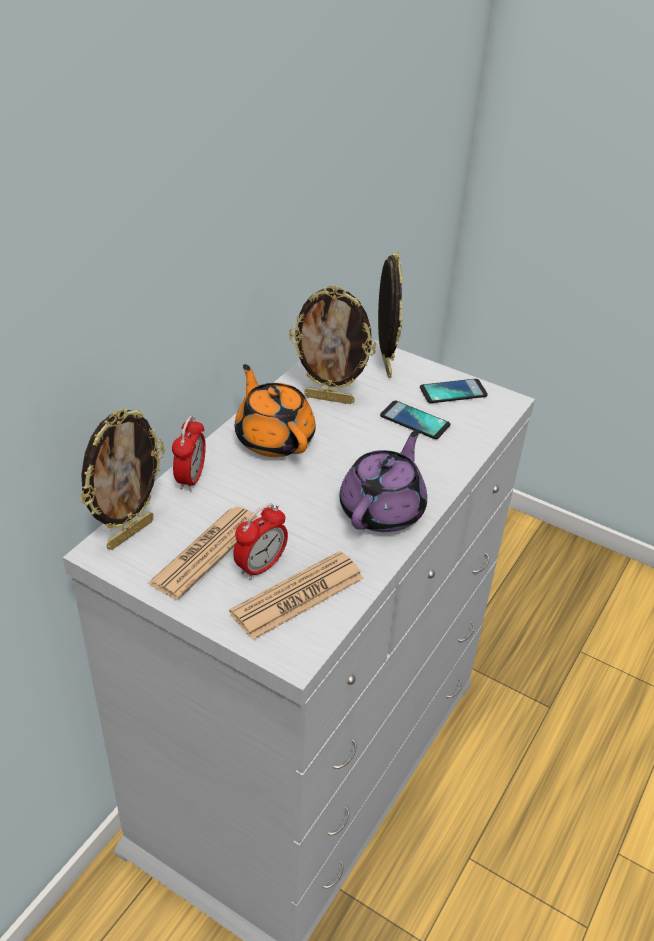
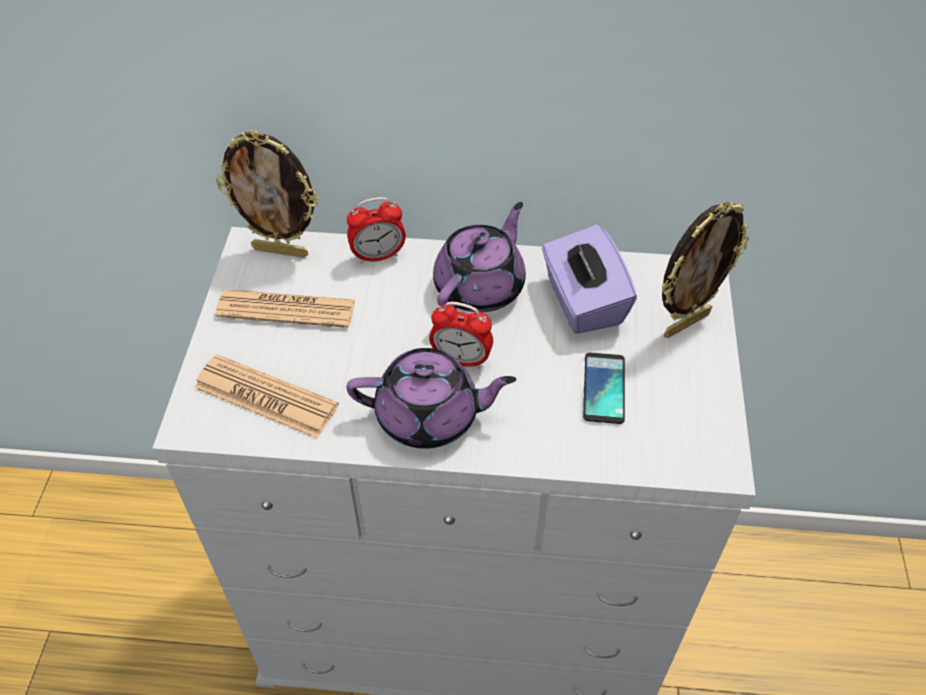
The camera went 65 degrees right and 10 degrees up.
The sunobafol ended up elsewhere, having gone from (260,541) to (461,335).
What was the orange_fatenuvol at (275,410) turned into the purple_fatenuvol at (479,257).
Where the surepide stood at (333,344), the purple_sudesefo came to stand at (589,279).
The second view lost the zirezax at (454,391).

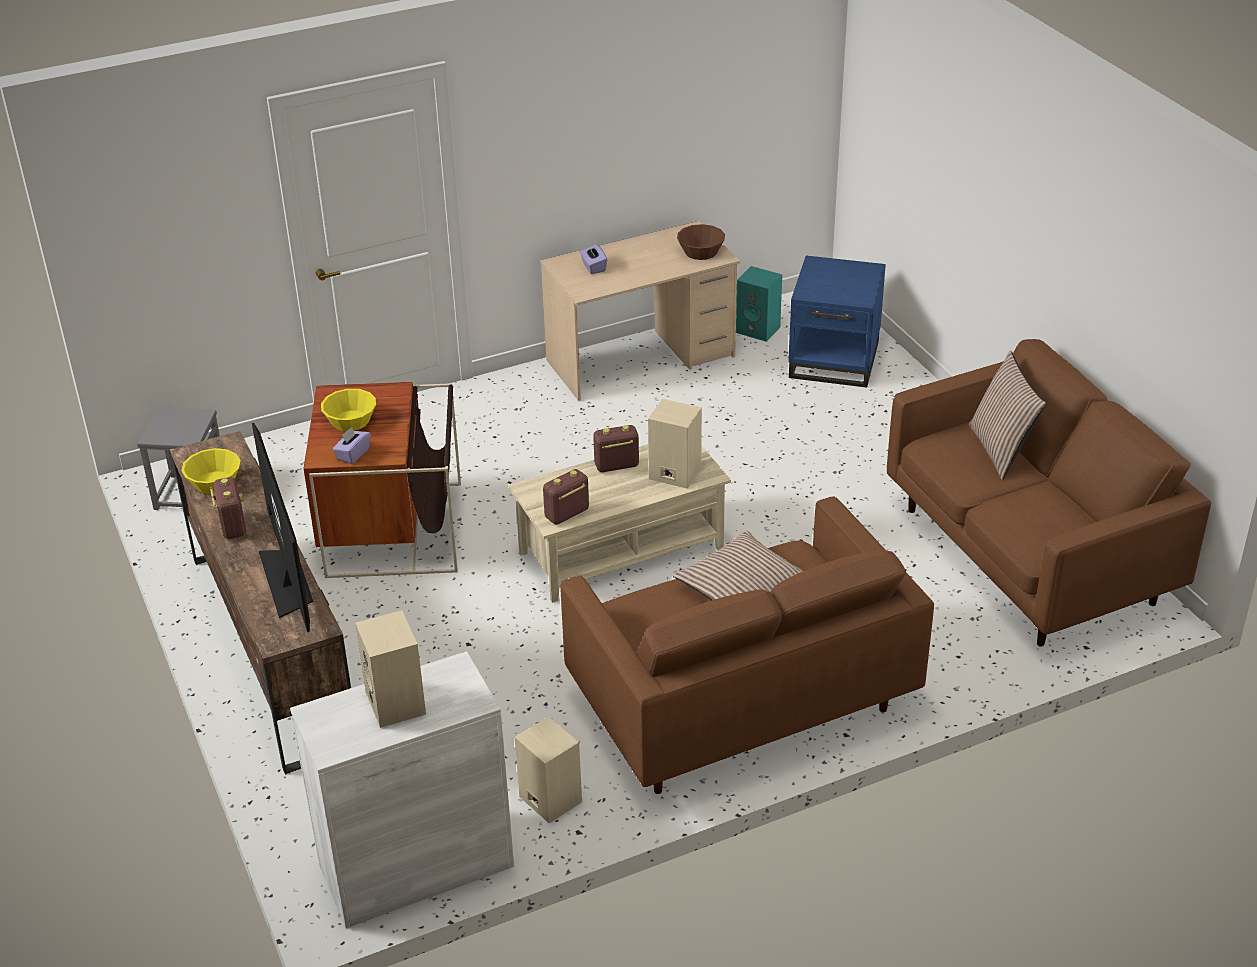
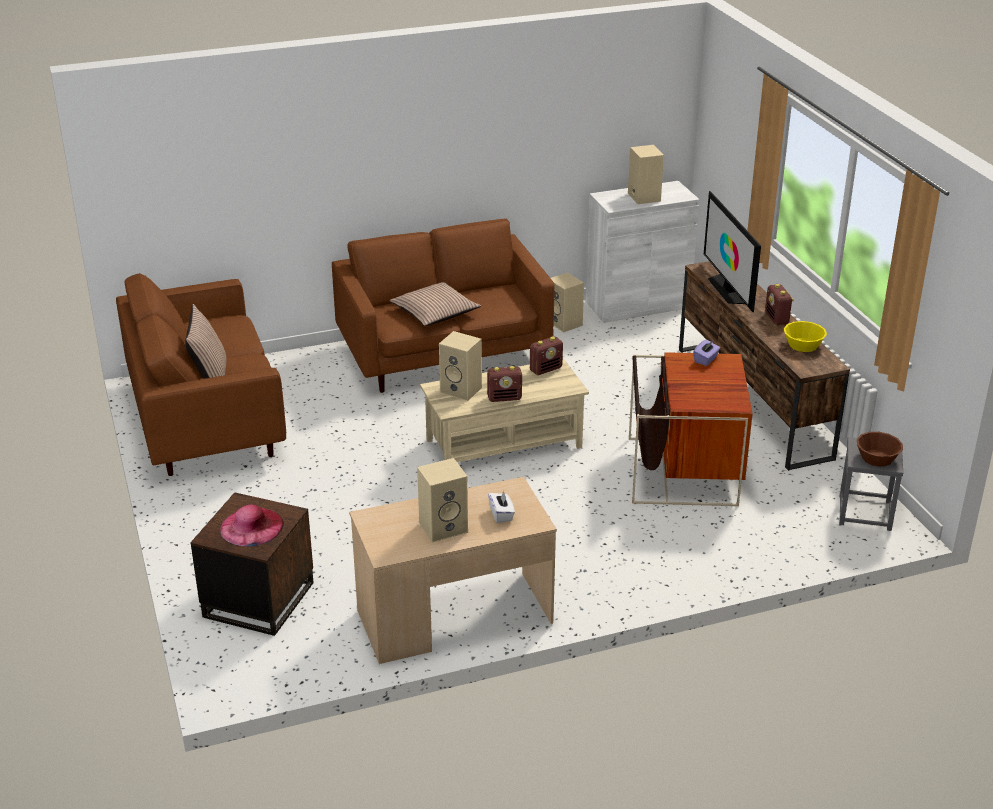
The camera went 175 degrees left and 5 degrees down.
What was the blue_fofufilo at (837,321) turned into the brown_fofufilo at (252,564).
The second view gained the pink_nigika at (252,526).
The second view gained the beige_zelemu at (442,500).
What was the purple_sudesefo at (593,259) turned into the white_sudesefo at (501,507).
The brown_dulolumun ended up elsewhere, having gone from (701,242) to (880,449).
The second view lost the yellow_dulolumun at (348,410).
The second view lost the turquoise_zelemu at (759,304).

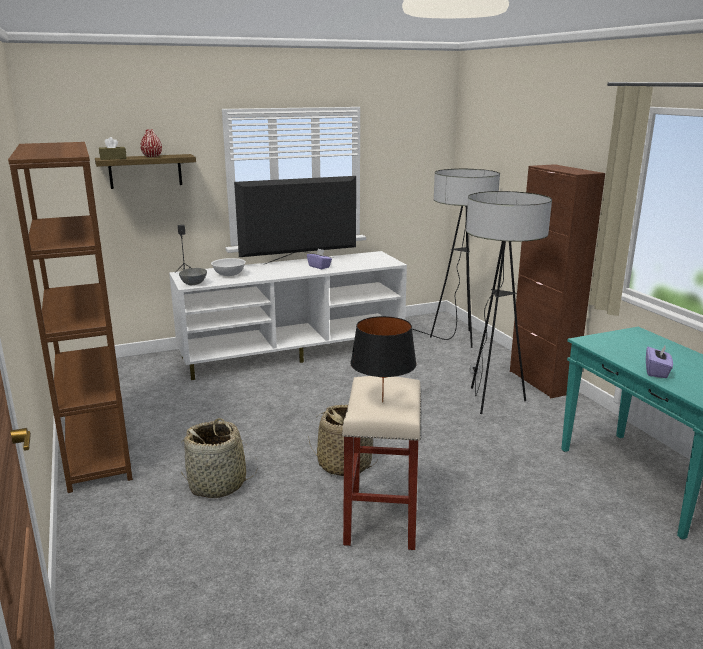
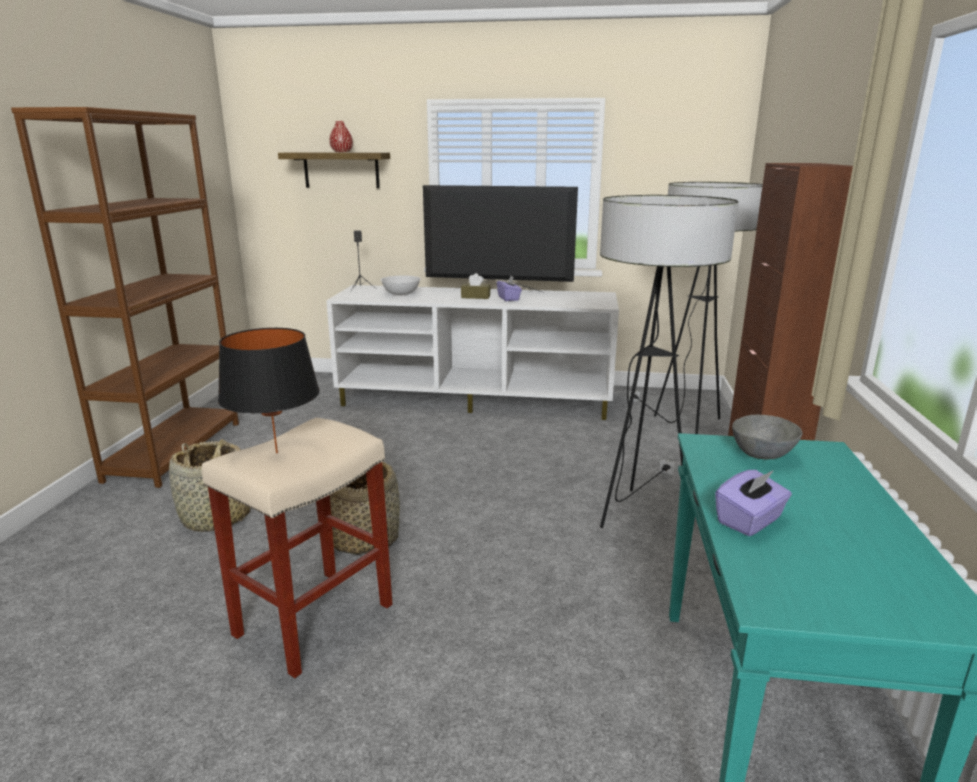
The camera went 30 degrees right and 0 degrees up.
The brown_sudesefo ended up elsewhere, having gone from (113,148) to (476,286).
The grey_dulolumun ended up elsewhere, having gone from (193,276) to (767,437).

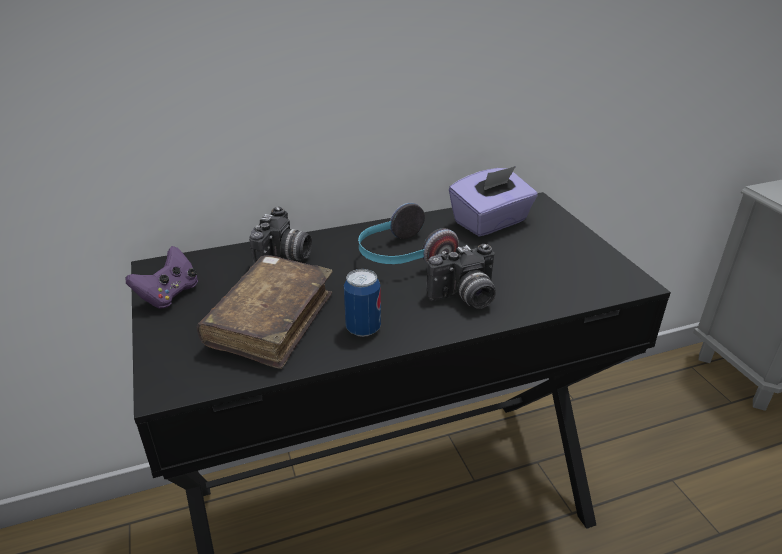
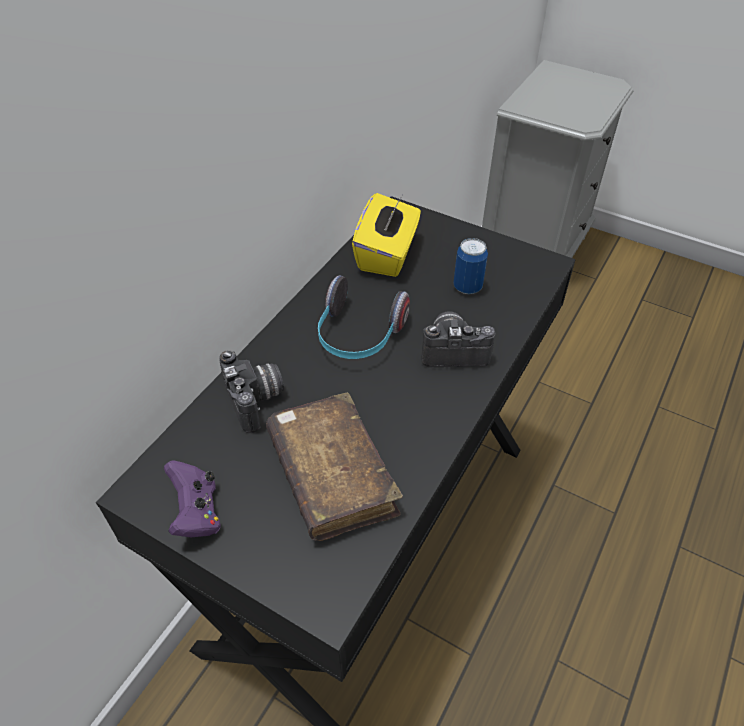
The camera went 40 degrees left and 15 degrees up.
What was the purple_sudesefo at (493,201) turned into the yellow_sudesefo at (386,235).
The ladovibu at (461,276) ended up facing another way, 120 degrees counterclockwise from before.
The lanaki ended up elsewhere, having gone from (362,303) to (470,266).

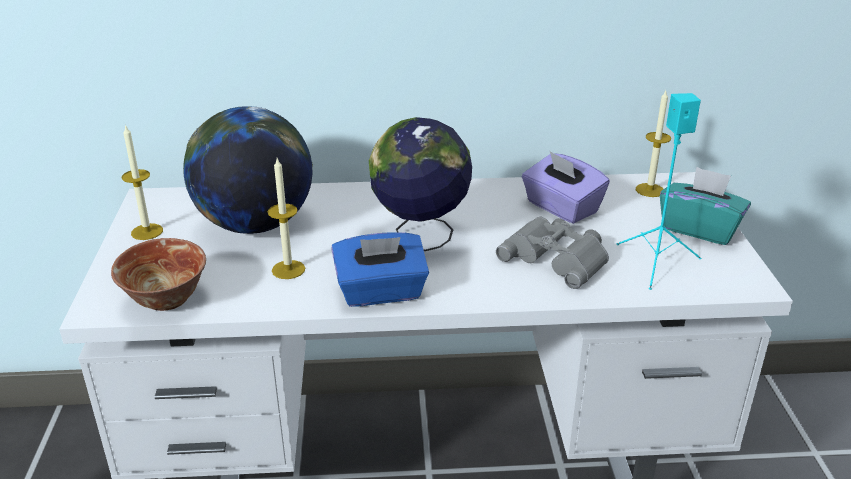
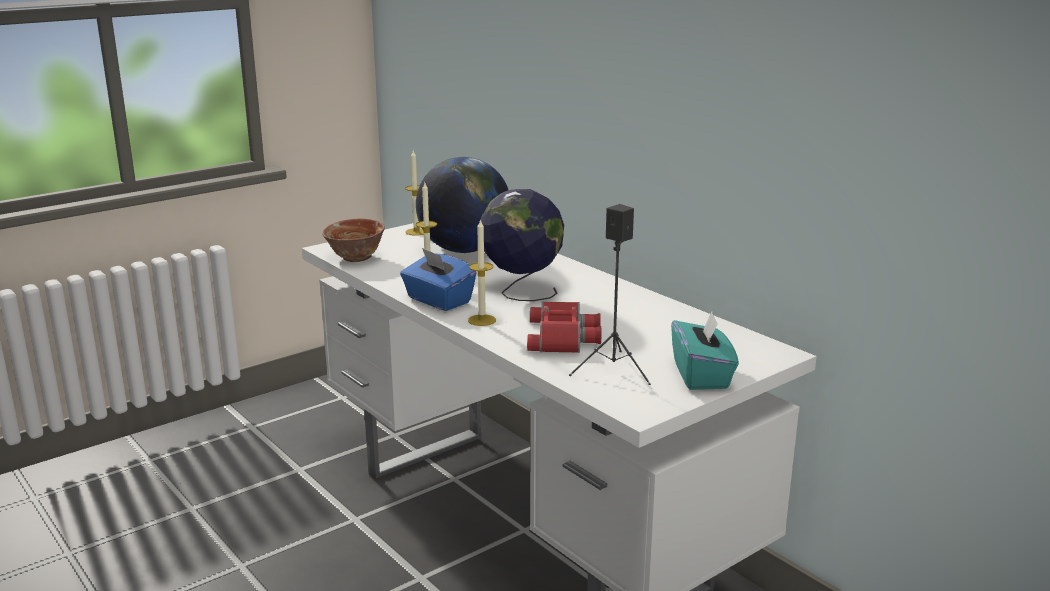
The camera went 55 degrees right and 10 degrees down.
The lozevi ended up elsewhere, having gone from (653,144) to (482,272).
What was the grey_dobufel at (552,253) turned into the red_dobufel at (564,327).
What was the turquoise_zelemu at (659,191) turned into the black_zelemu at (610,294).
The second view lost the purple_sudesefo at (566,187).

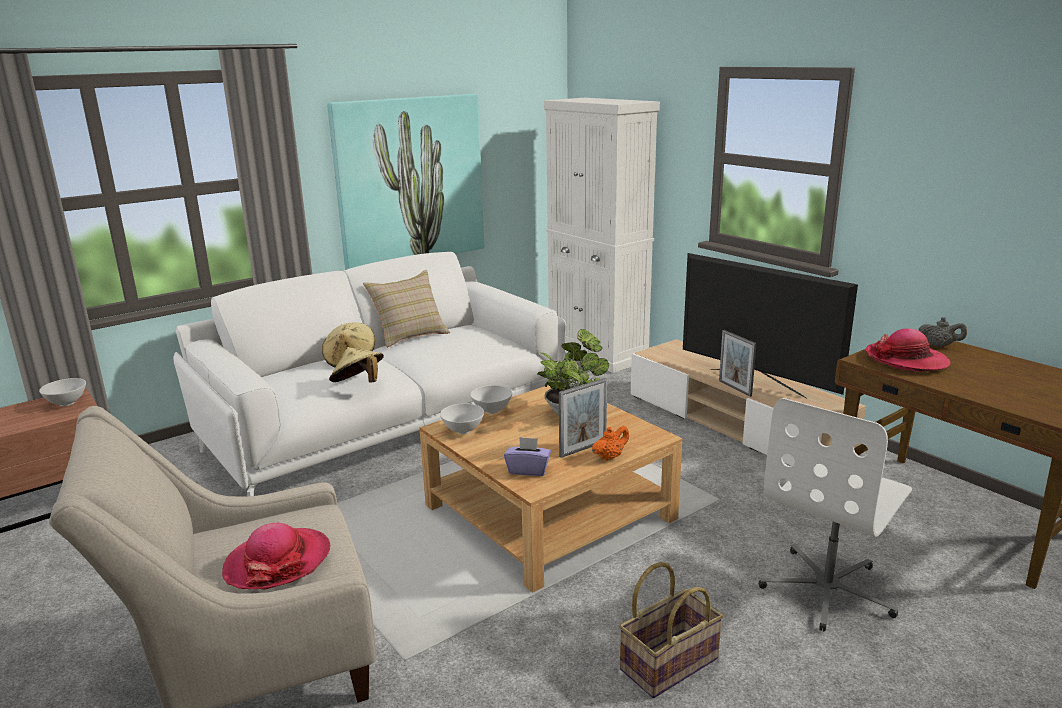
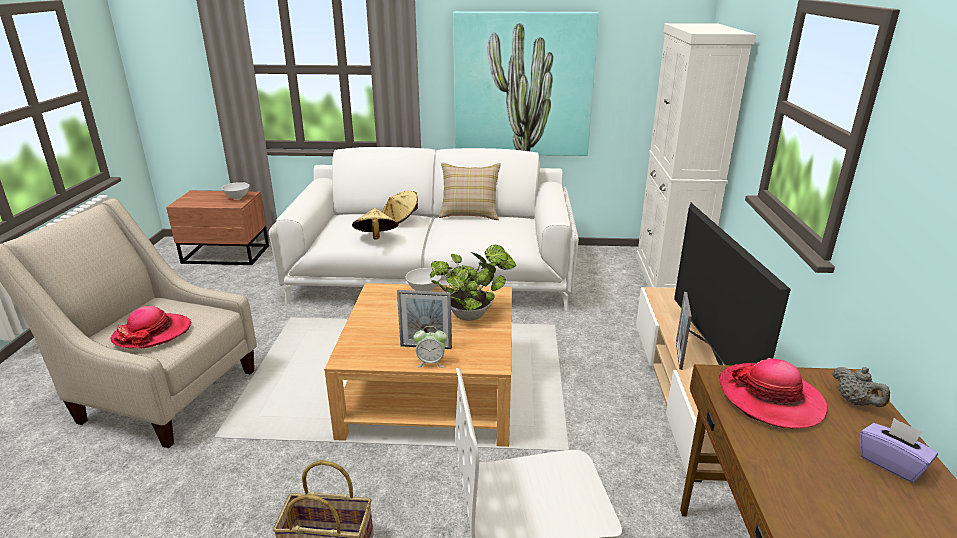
The camera went 40 degrees right and 5 degrees up.
Where the orange_fatenuvol stood at (610,443), the sunobafol came to stand at (430,347).
The purple_sudesefo ended up elsewhere, having gone from (527,456) to (899,450).
The second view lost the white_dulolumun at (462,418).

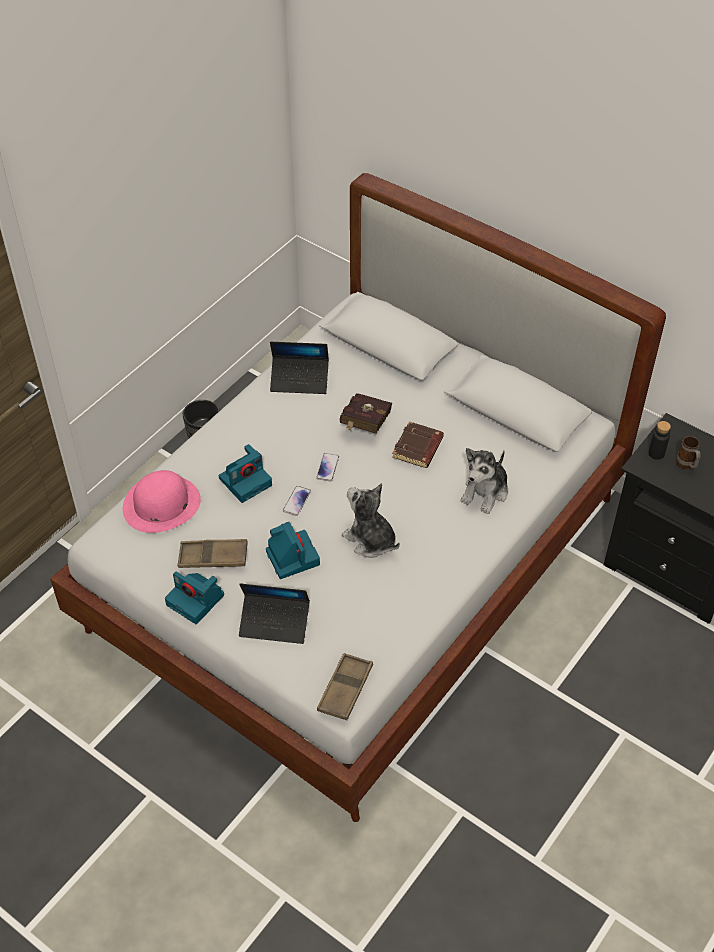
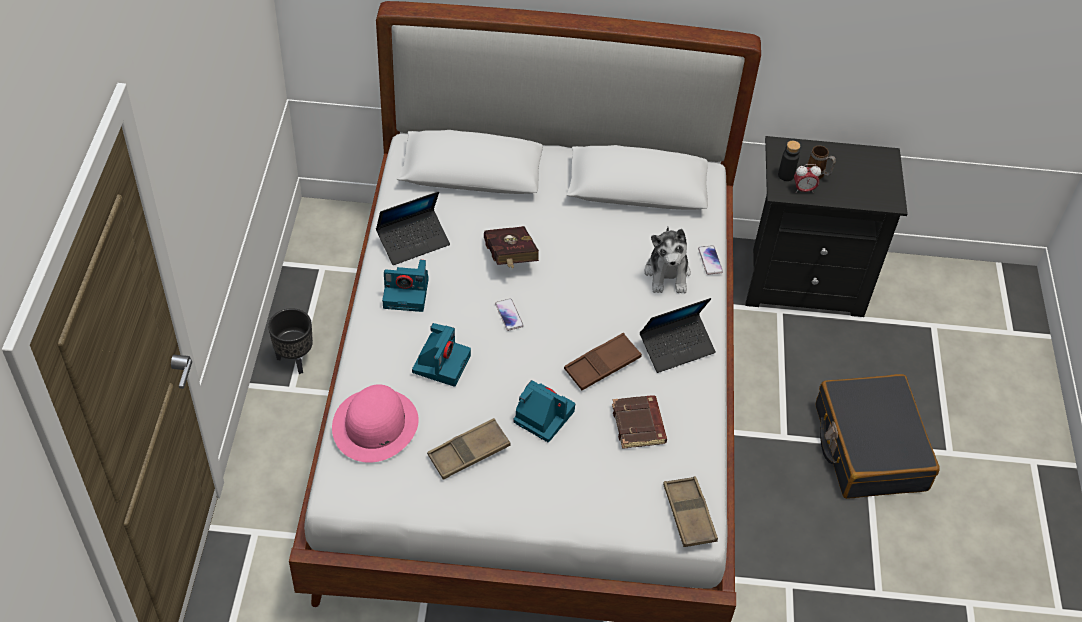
The camera went 35 degrees left and 0 degrees up.
The ladovibu ended up elsewhere, having gone from (194,597) to (405,286).
Where the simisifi stood at (371,520), the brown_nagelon came to stand at (603,361).
The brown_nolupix ended up elsewhere, having gone from (418,444) to (639,422).
The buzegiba ended up elsewhere, having gone from (274,613) to (678,335).
The zirezax ended up elsewhere, having gone from (297,501) to (710,260).
The second view gained the sunobafol at (807,178).
The second view gained the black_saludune at (878,436).

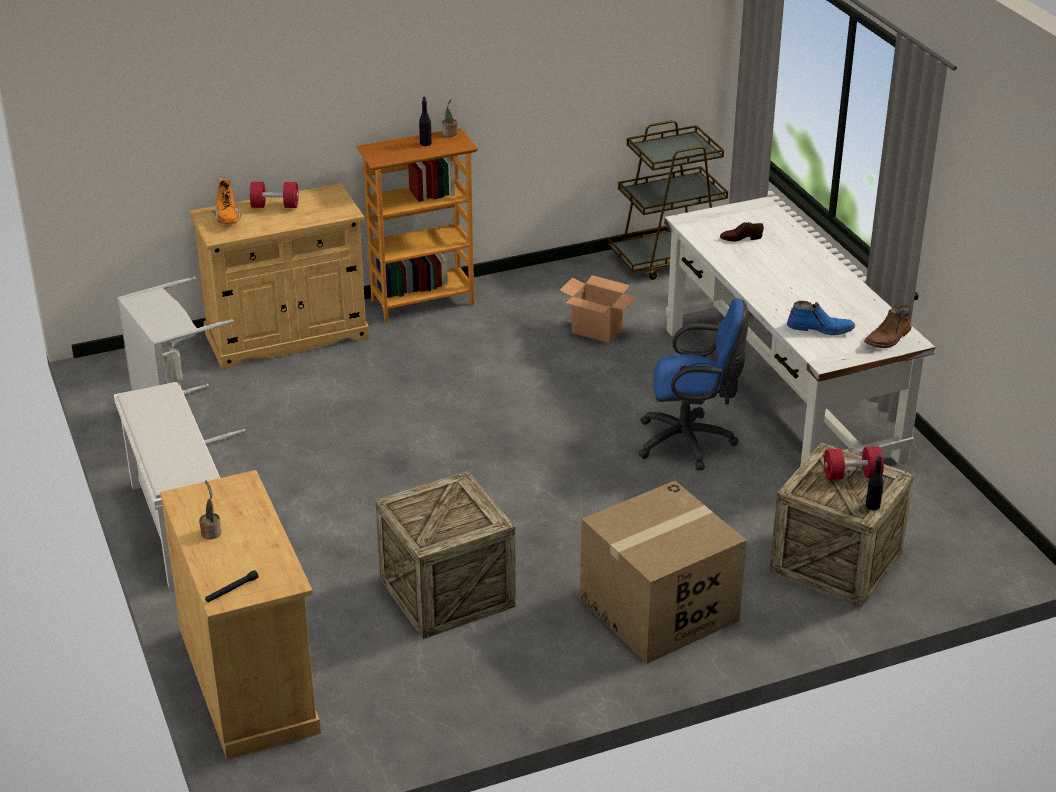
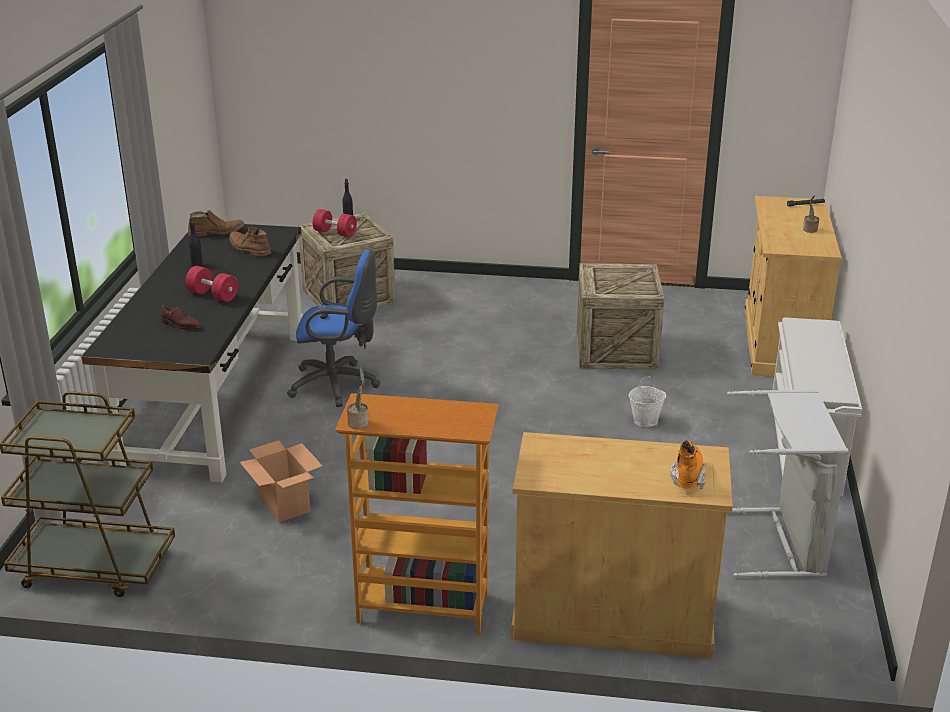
The camera went 150 degrees left and 5 degrees down.
What was the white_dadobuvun at (799,331) turned into the black_dadobuvun at (192,353).
The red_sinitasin ended up elsewhere, having gone from (274,195) to (211,284).
The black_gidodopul ended up elsewhere, having gone from (425,121) to (195,242).
What was the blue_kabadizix at (821,318) turned into the brown_kabadizix at (250,241).
The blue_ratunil at (693,384) ended up facing another way, 150 degrees clockwise from before.
The second view gained the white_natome at (647,401).
The second view lost the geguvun at (663,572).

